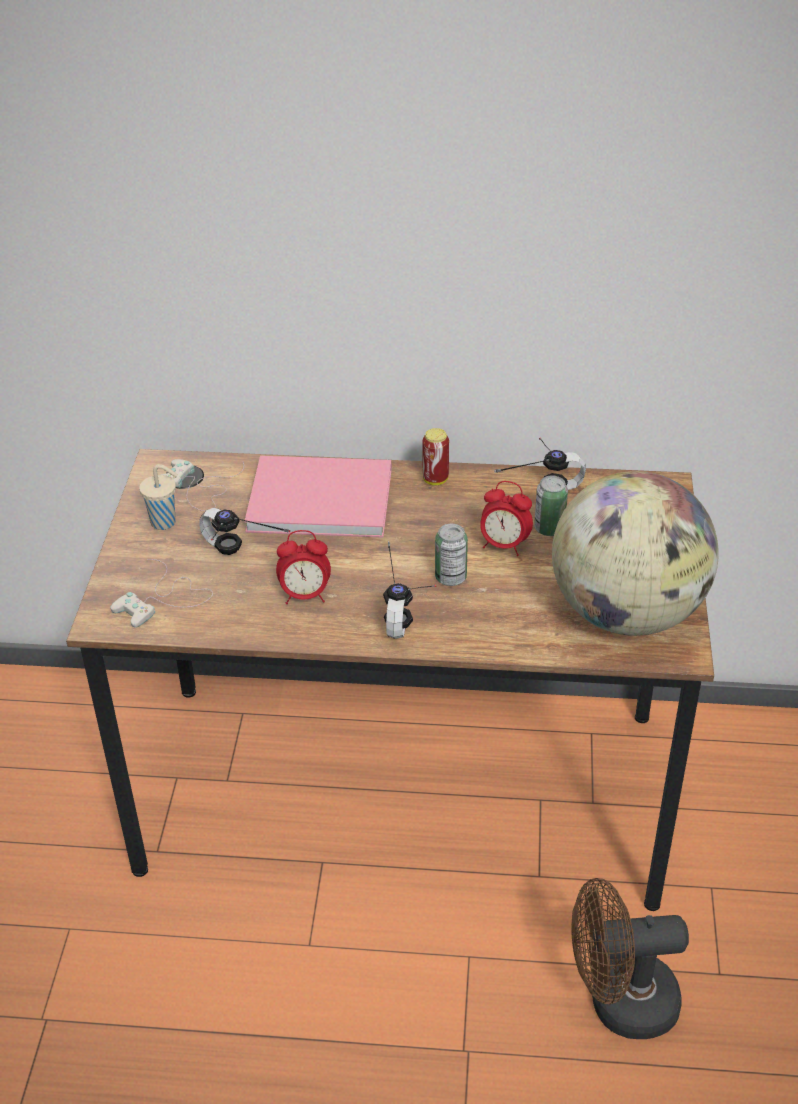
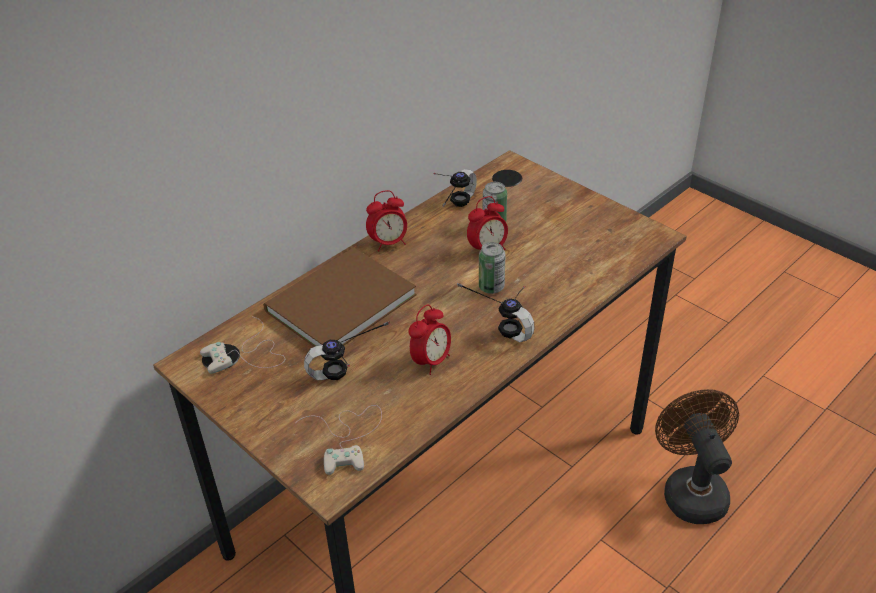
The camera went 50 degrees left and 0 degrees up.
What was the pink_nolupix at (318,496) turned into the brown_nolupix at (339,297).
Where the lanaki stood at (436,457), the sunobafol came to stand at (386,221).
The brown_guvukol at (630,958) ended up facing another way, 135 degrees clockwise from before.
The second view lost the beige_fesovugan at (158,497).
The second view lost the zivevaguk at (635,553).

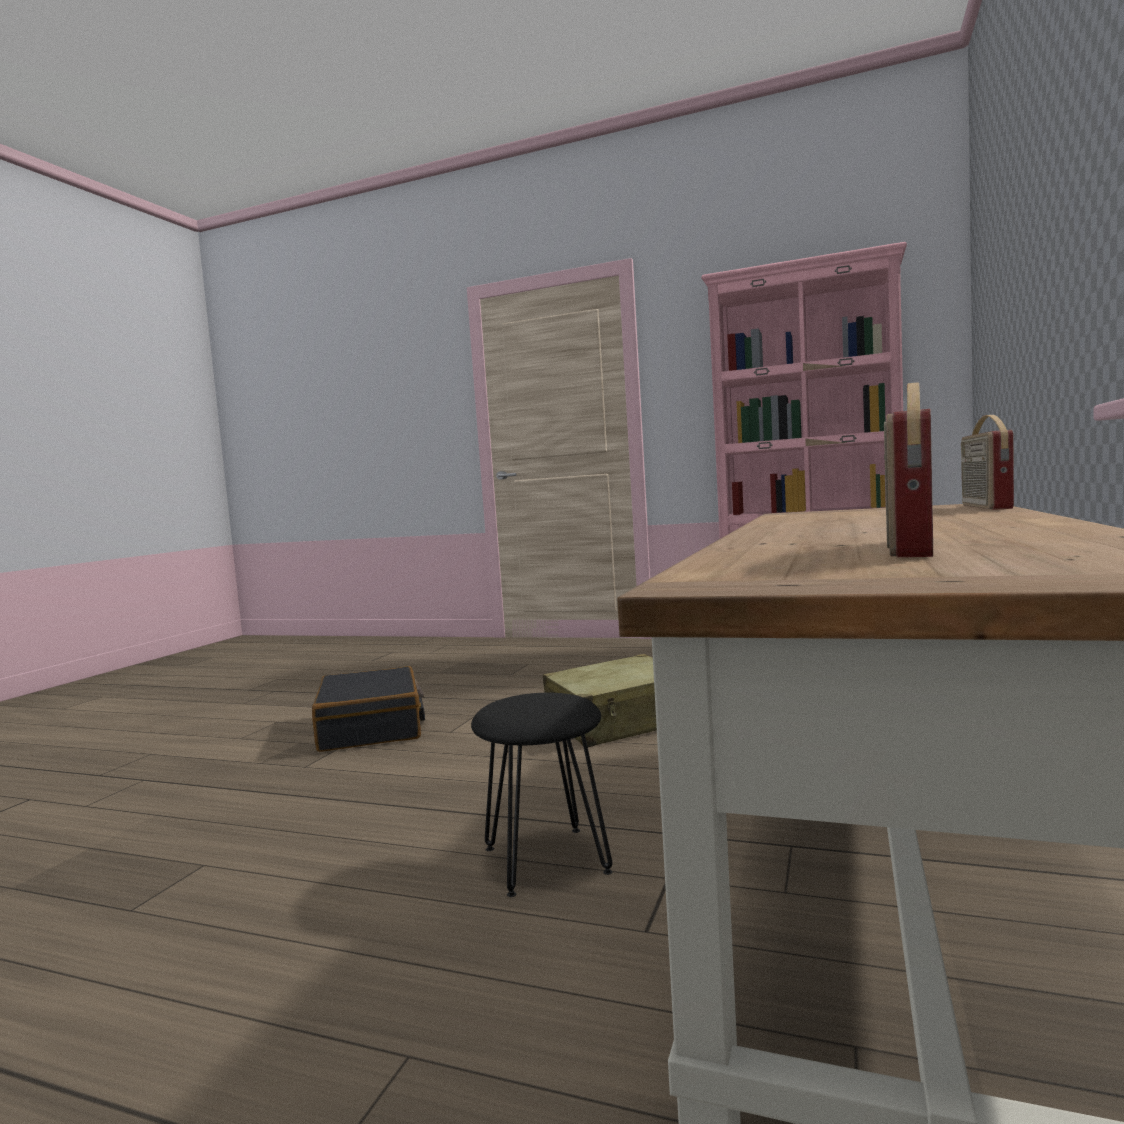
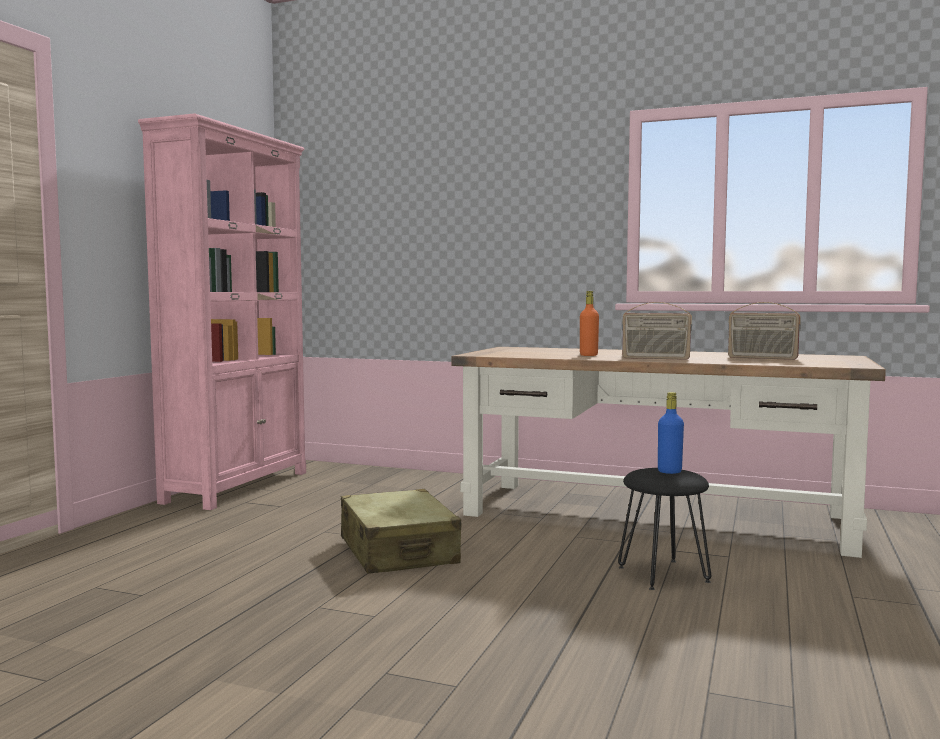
The camera went 90 degrees left and 0 degrees up.
The second view gained the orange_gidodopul at (589,323).
The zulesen ended up elsewhere, having gone from (987,462) to (657,331).
The second view gained the blue_gidodopul at (671,433).
The second view lost the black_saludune at (368,709).

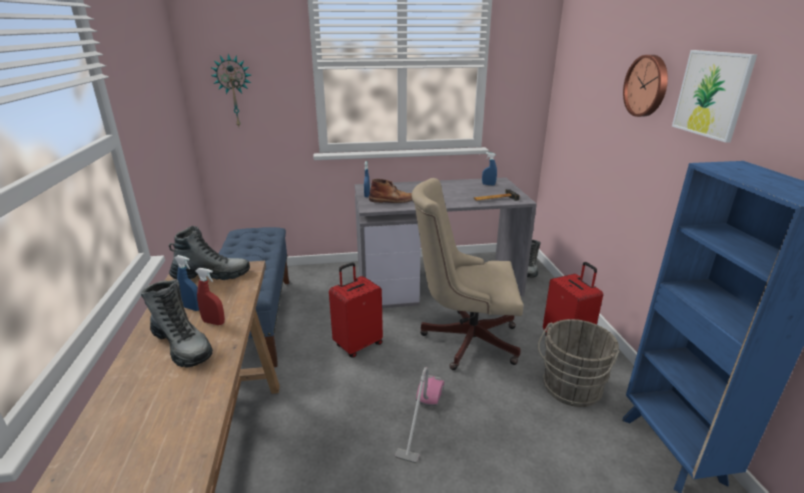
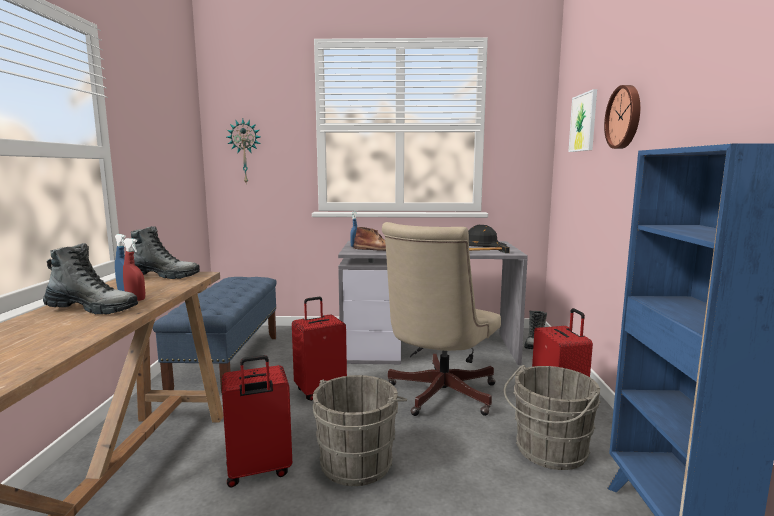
The camera went 10 degrees right and 15 degrees down.
The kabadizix at (177,323) ended up facing another way, 45 degrees counterclockwise from before.
The second view gained the red_saludune at (257,421).
Where the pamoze stood at (419,415), the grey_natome came to stand at (359,430).
The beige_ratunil at (467,274) ended up facing another way, 75 degrees counterclockwise from before.
Where the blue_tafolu stood at (489,168), the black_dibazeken came to stand at (487,236).
The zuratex ended up elsewhere, having gone from (714,96) to (582,120).

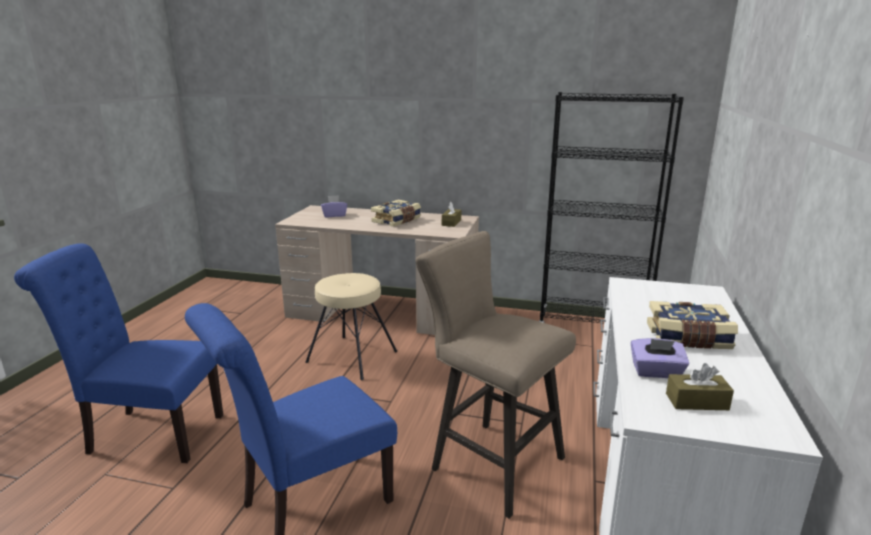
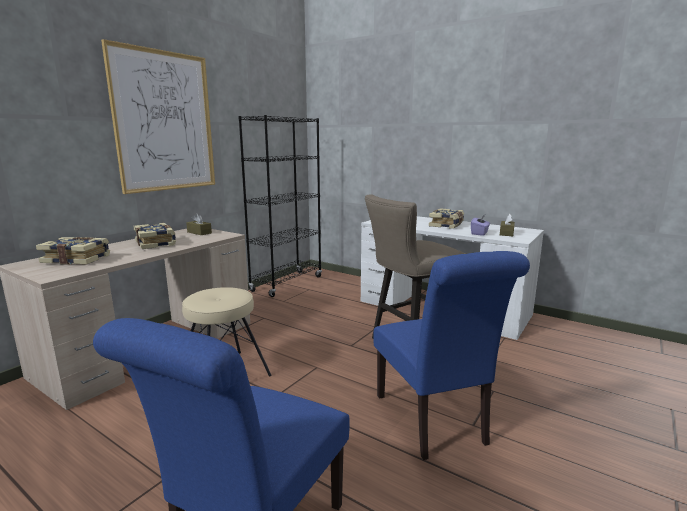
The camera went 70 degrees left and 5 degrees down.
Where the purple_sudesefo stood at (334,206), the nolupix came to stand at (73,251).
The second view gained the zuratex at (158,116).

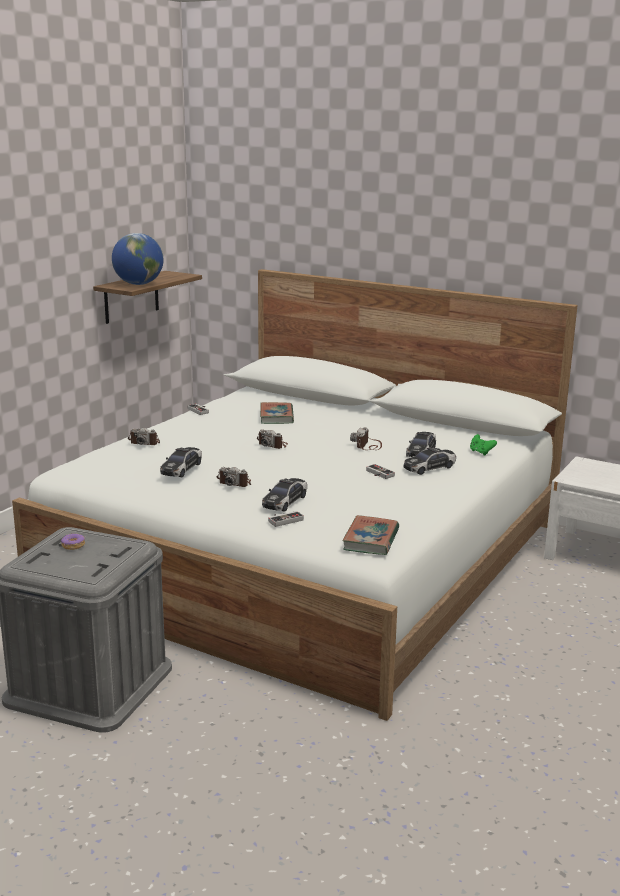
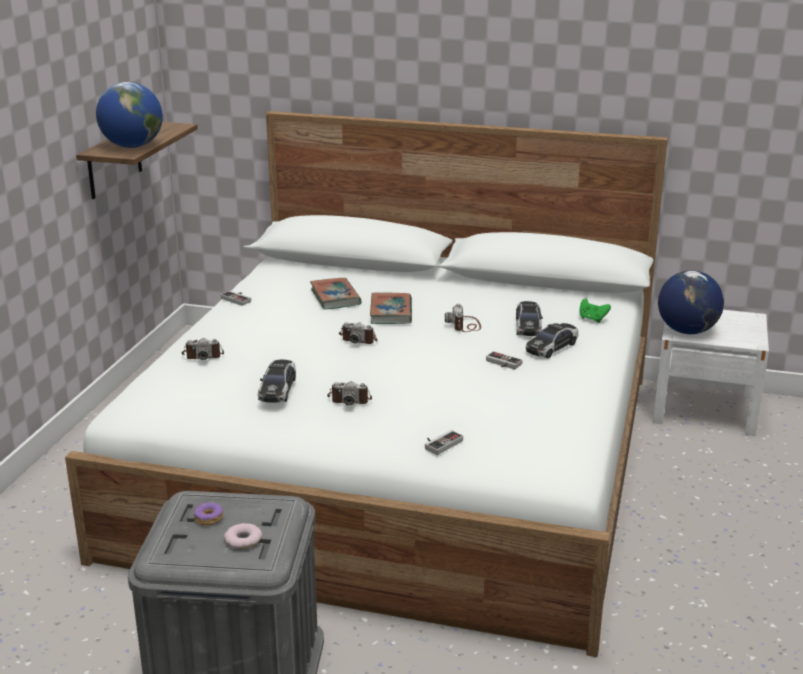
The camera went 15 degrees left and 5 degrees up.
The second view gained the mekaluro at (243,536).
The nolupix ended up elsewhere, having gone from (370,535) to (391,308).
The second view gained the zivevaguk at (691,302).
The second view lost the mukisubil at (284,495).

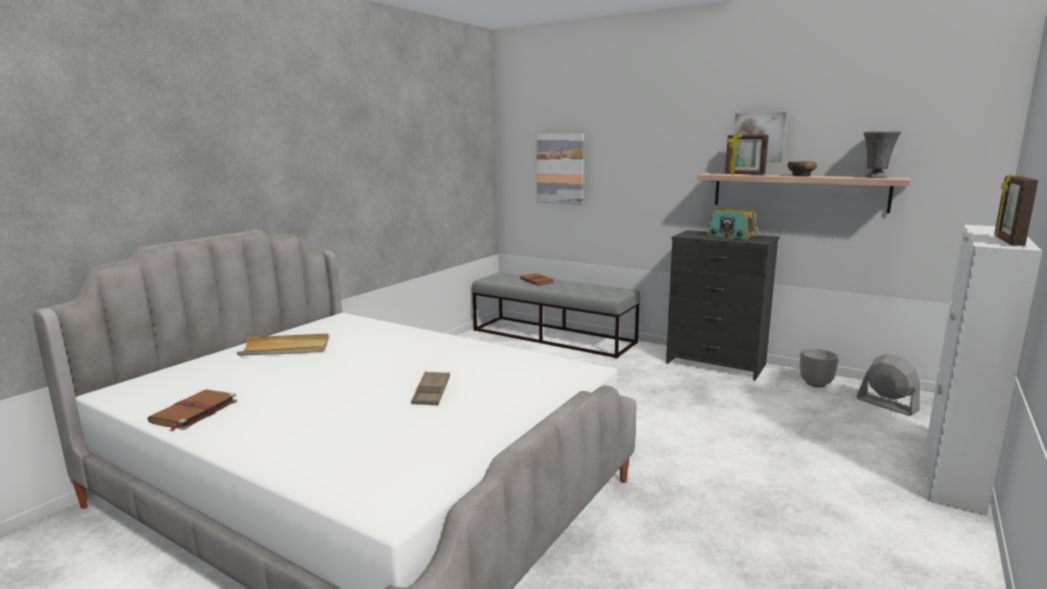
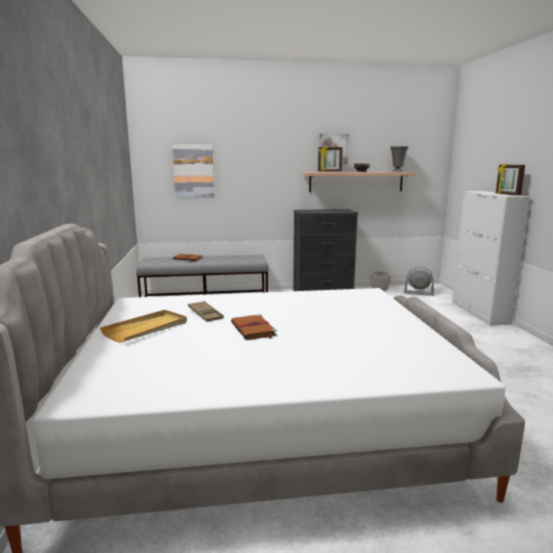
The camera went 40 degrees left and 0 degrees up.
The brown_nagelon ended up elsewhere, having gone from (430,388) to (206,311).
The brown_nolupix ended up elsewhere, having gone from (192,410) to (254,327).
The second view lost the zulesen at (732,224).

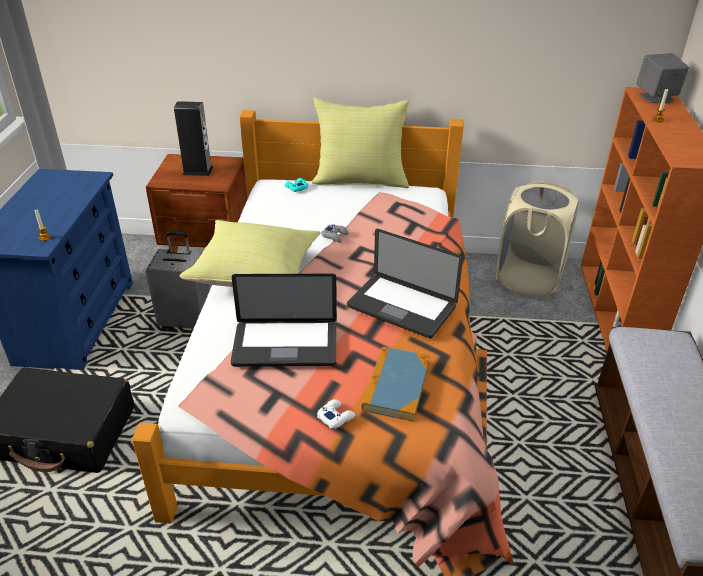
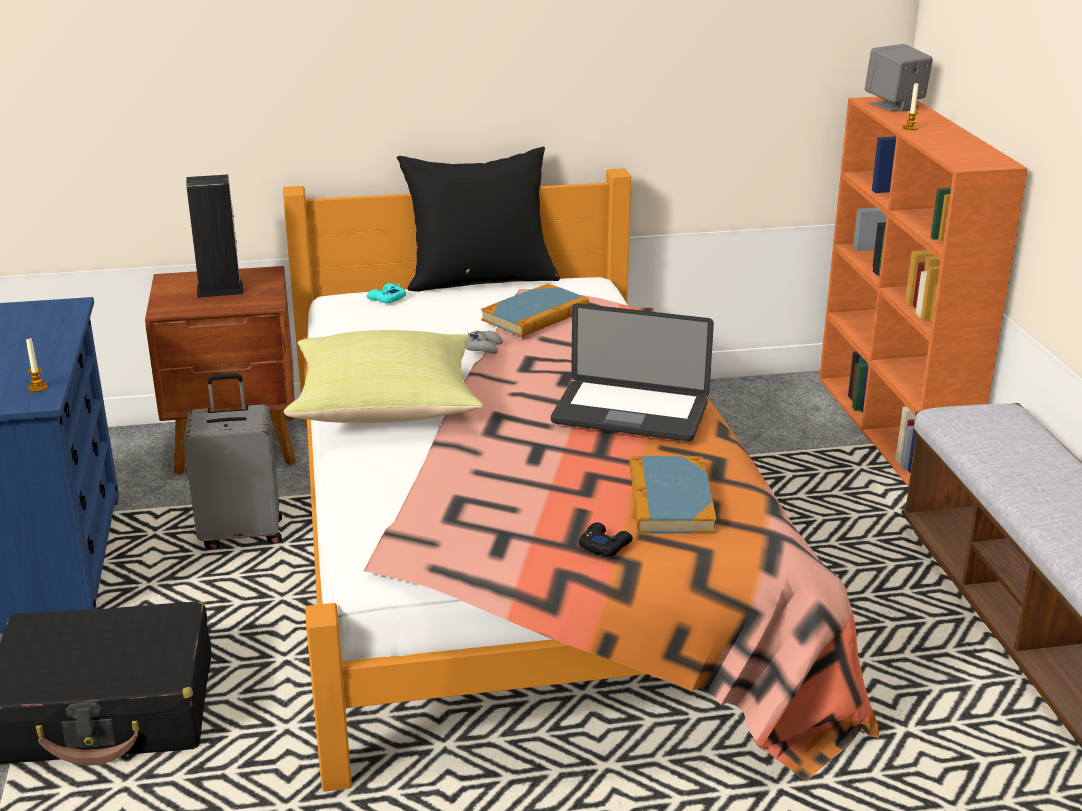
The camera went 15 degrees left and 10 degrees down.
What was the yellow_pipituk at (360,143) turned into the black_pipituk at (478,219).
The second view gained the nolupix at (535,310).
What was the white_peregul at (336,414) turned into the black_peregul at (606,539).
The second view lost the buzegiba at (284,320).
The second view lost the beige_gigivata at (538,239).

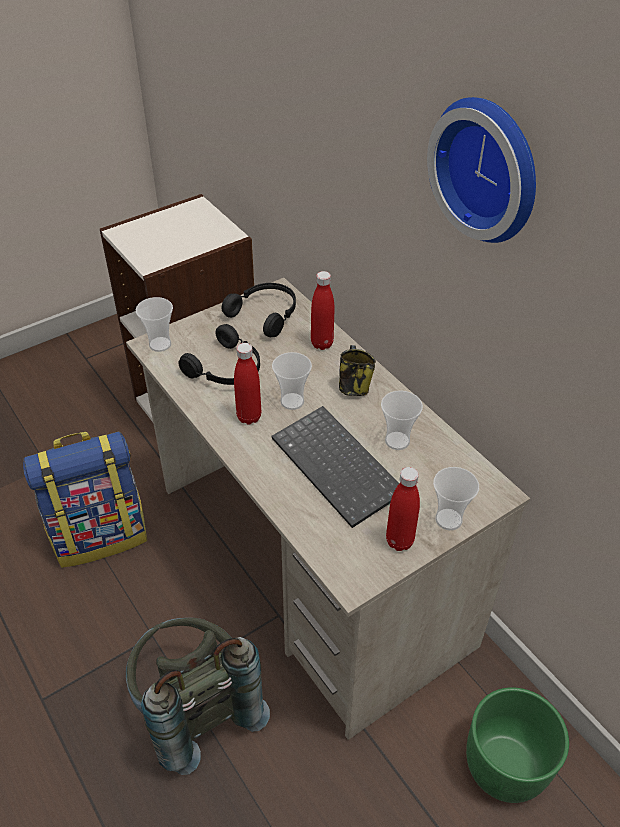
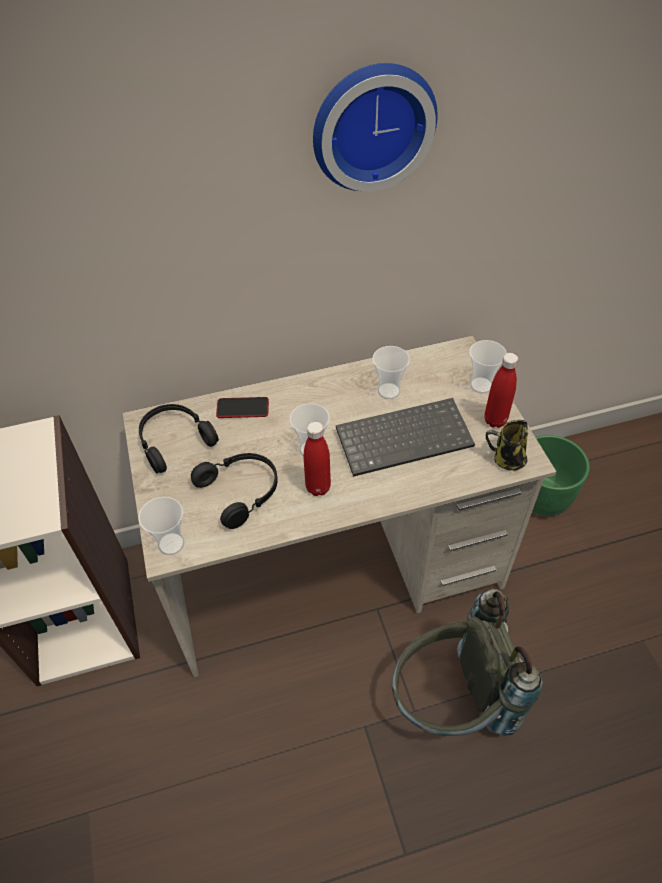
The camera went 70 degrees left and 5 degrees up.
Where the red_gidodopul stood at (323,310), the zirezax came to stand at (242,407).
The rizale ended up elsewhere, having gone from (357,370) to (507,445).
The second view lost the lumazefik at (85,499).

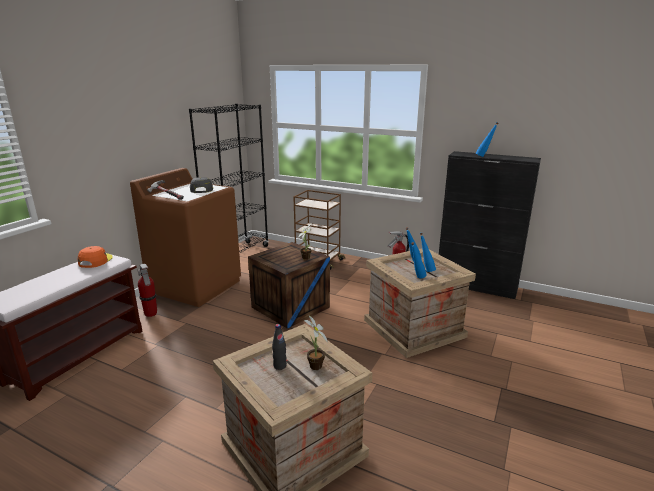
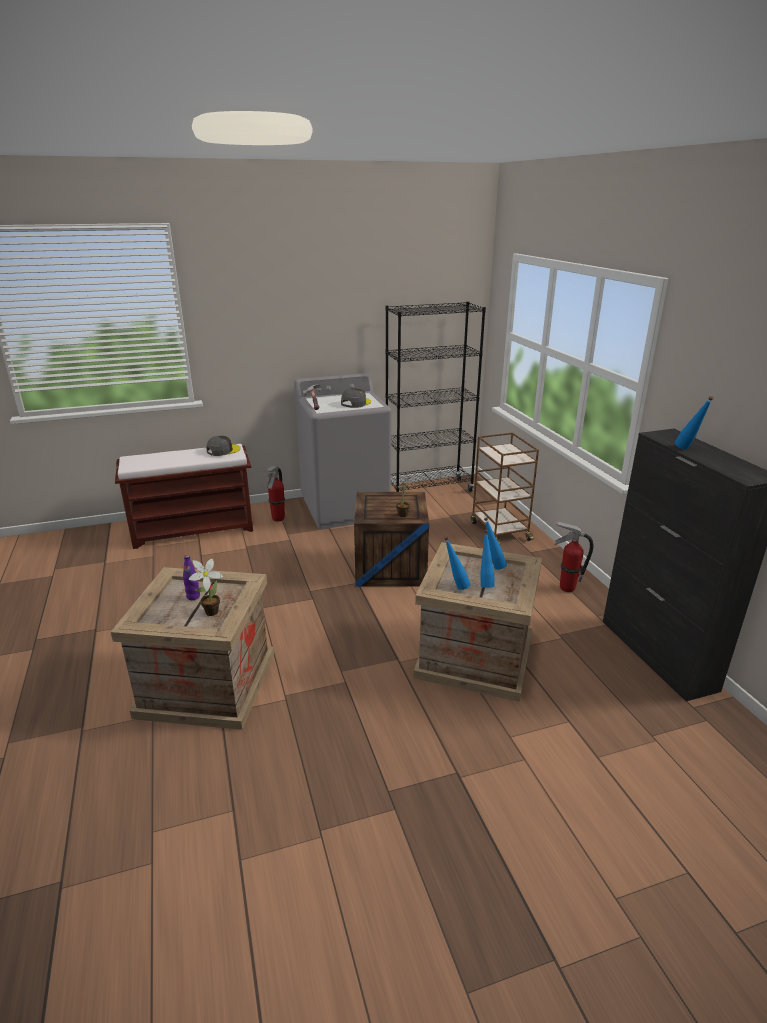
The camera went 45 degrees right and 5 degrees up.
What was the black_gidodopul at (279,347) turned into the purple_gidodopul at (191,577).
What was the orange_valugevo at (95,257) turned into the grey_valugevo at (223,446).
What was the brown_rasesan at (185,237) turned into the grey_rasesan at (343,451).

